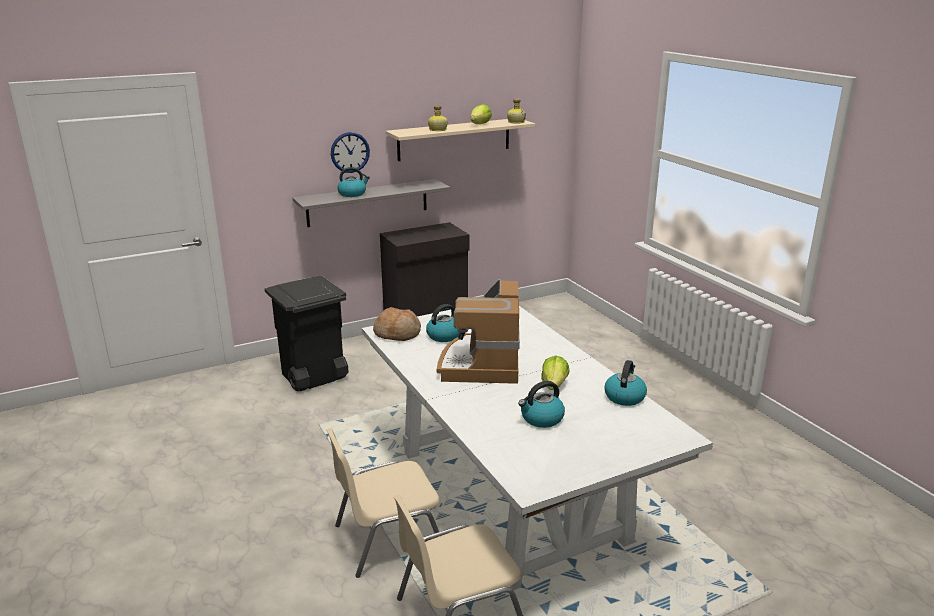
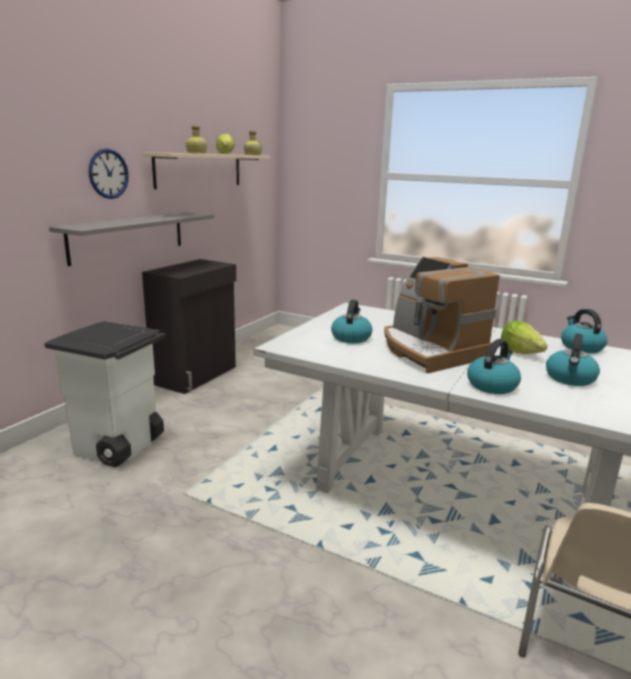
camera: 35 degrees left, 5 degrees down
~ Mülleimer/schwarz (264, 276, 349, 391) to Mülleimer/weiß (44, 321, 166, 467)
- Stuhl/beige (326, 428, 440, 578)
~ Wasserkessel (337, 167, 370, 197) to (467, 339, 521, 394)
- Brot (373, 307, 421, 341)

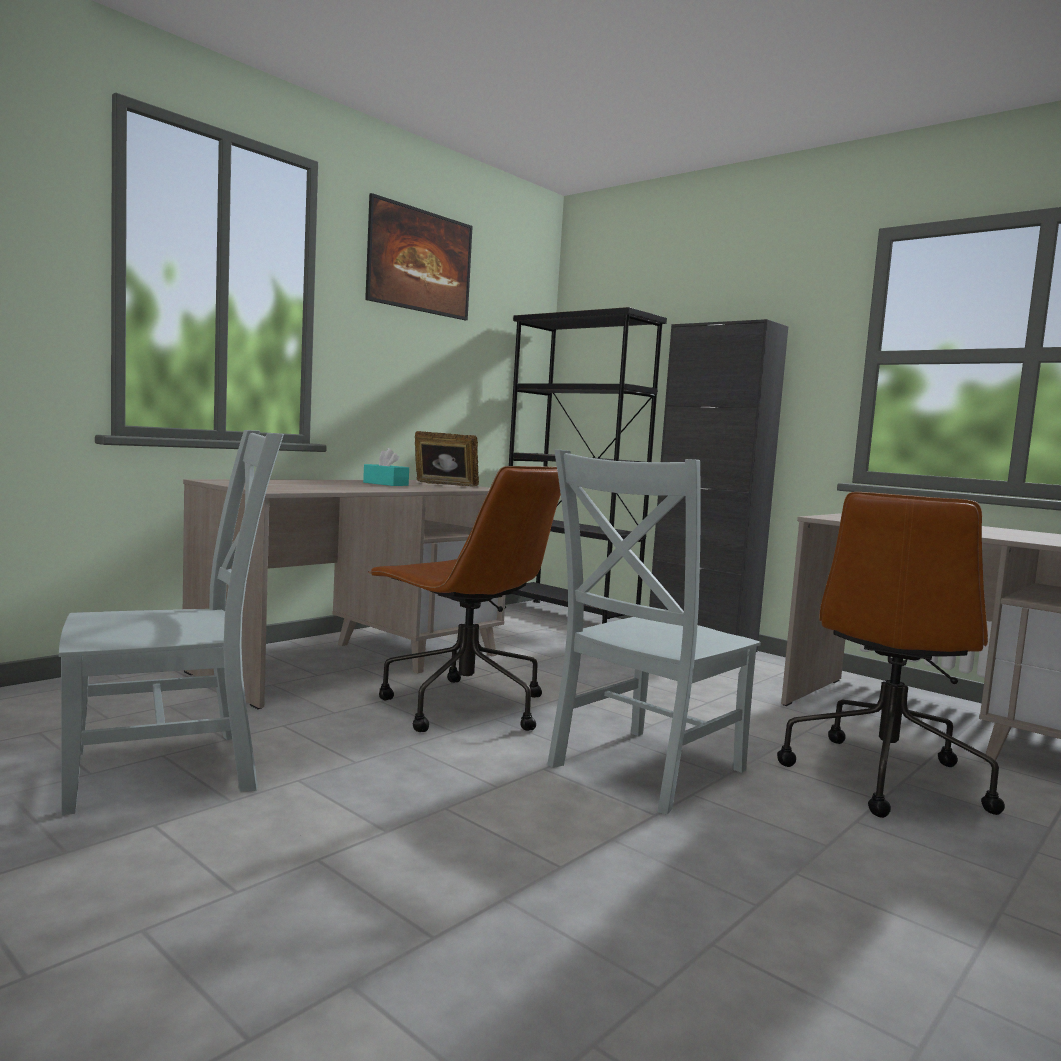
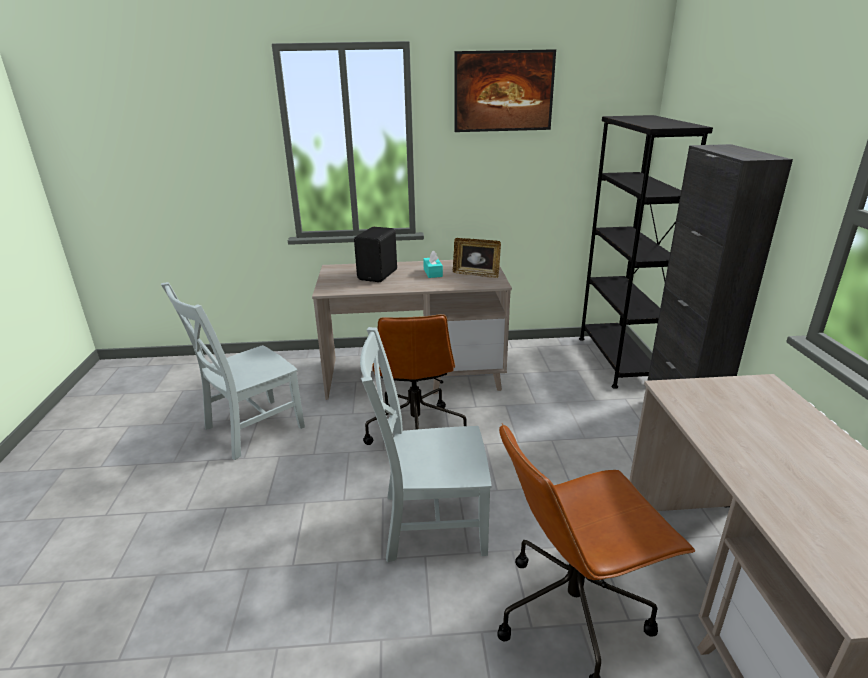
camera: 45 degrees right, 20 degrees up
~ Stuhl/grau (59, 430, 284, 815) = (161, 282, 305, 460) 120 degrees clockwise
~ Bilderrahmen (415, 431, 479, 486) = (453, 238, 501, 278) 135 degrees clockwise
+ Lautsprecher/schwarz (354, 227, 397, 282)

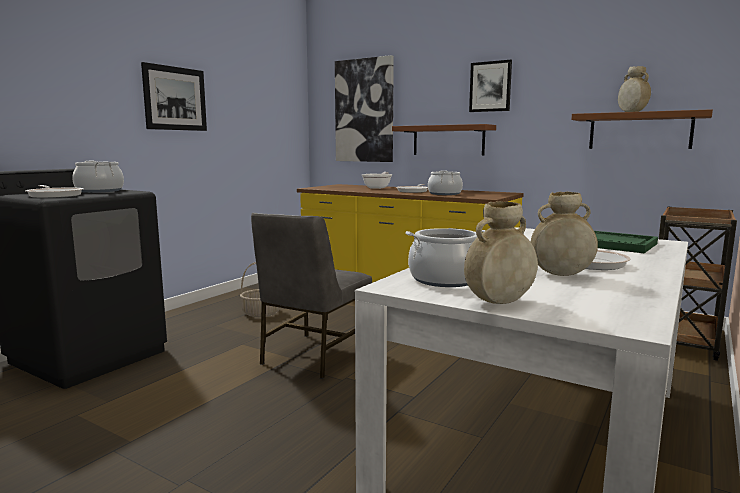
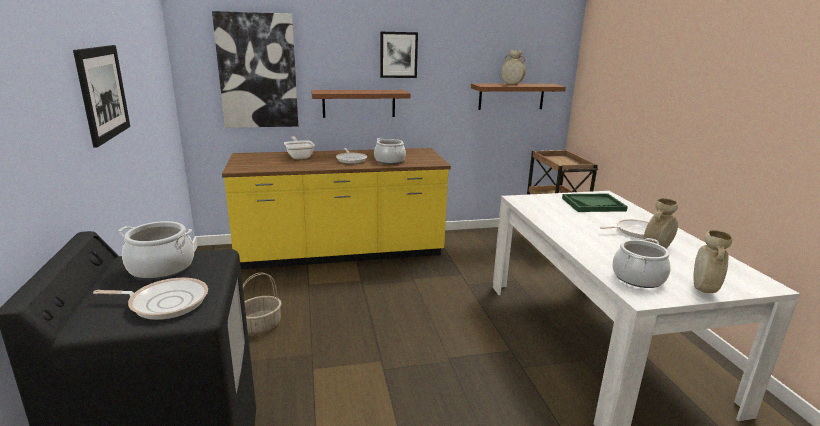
camera: 45 degrees left, 10 degrees up
- Stuhl/grau (251, 213, 372, 379)

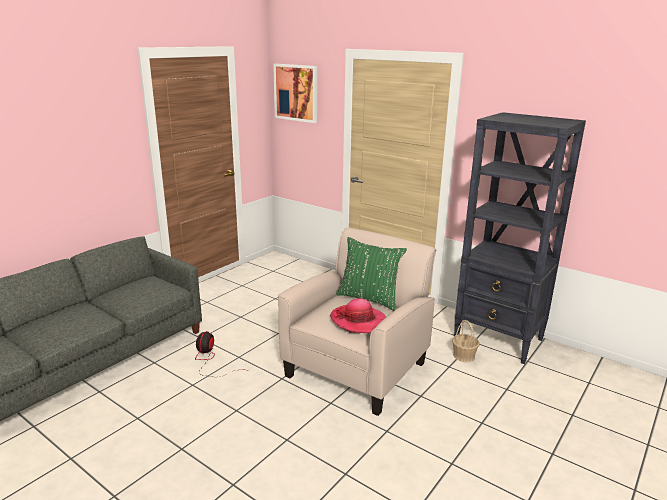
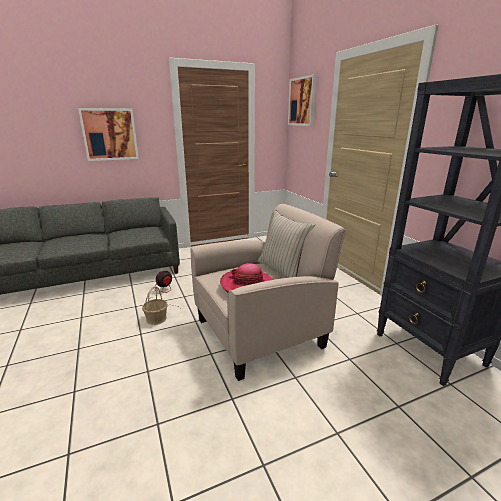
camera: 30 degrees right, 0 degrees up
~ Kissen/grün (336, 237, 407, 311) to Kissen/beige (258, 210, 315, 278)
~ Korb (452, 320, 480, 362) to (142, 286, 168, 325)
+ Bild (78, 108, 139, 161)

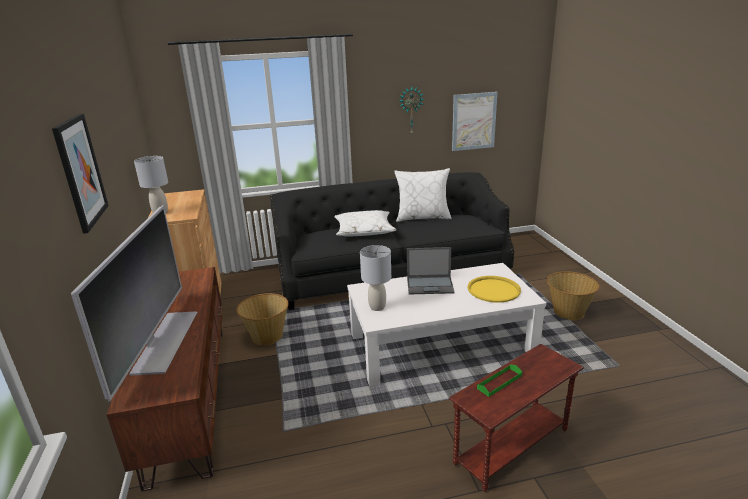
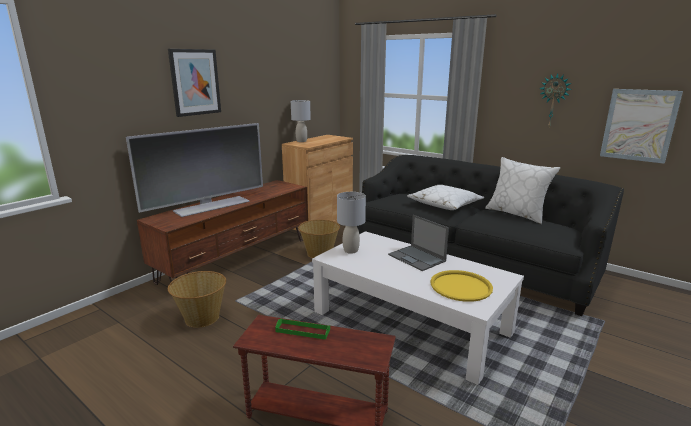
camera: 50 degrees right, 5 degrees down
~ Korb (547, 271, 599, 320) to (168, 271, 226, 328)

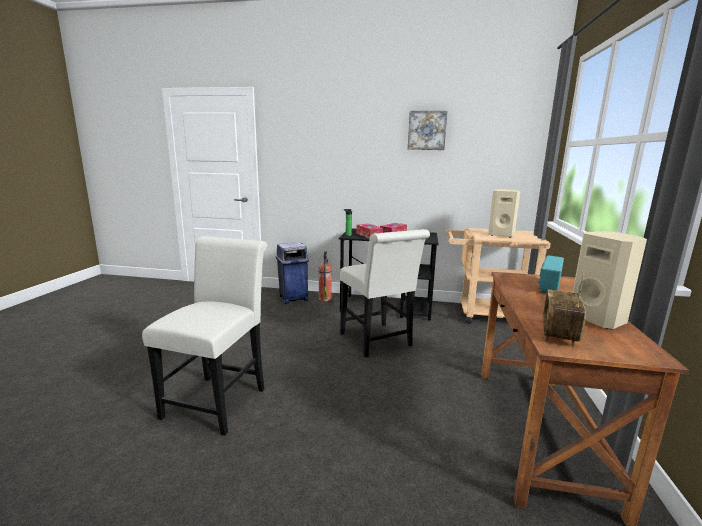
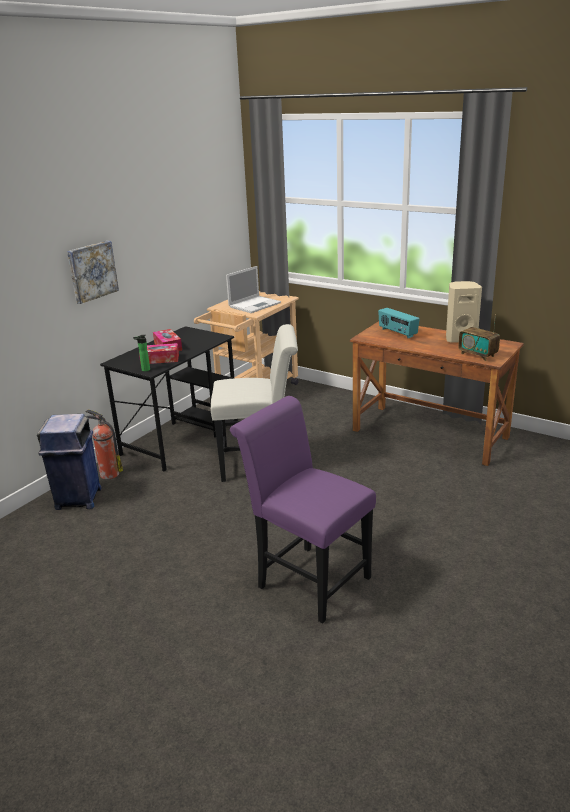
camera: 65 degrees left, 10 degrees up
~ Stuhl/weiß (142, 236, 267, 436) to Stuhl/lila (230, 396, 376, 623)
~ Bild (408, 111, 447, 150) to (67, 241, 119, 304)
~ Lautsprecher/beige (488, 189, 520, 237) to Laptop (226, 266, 281, 313)

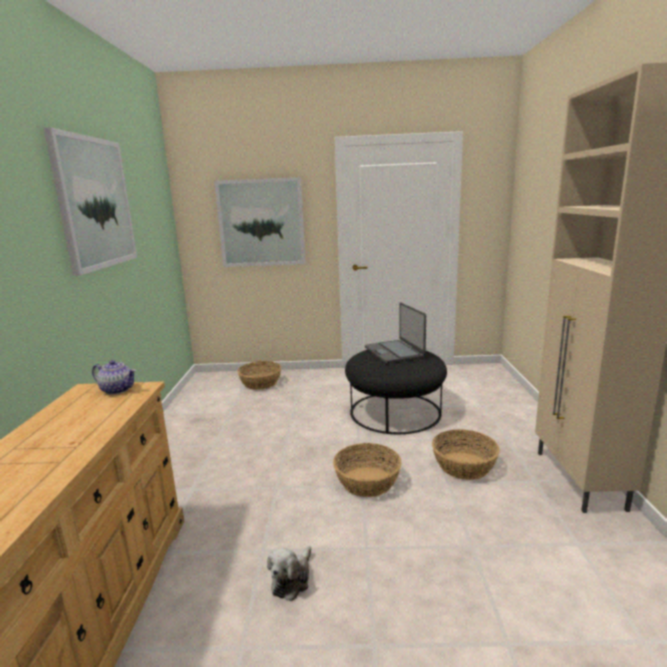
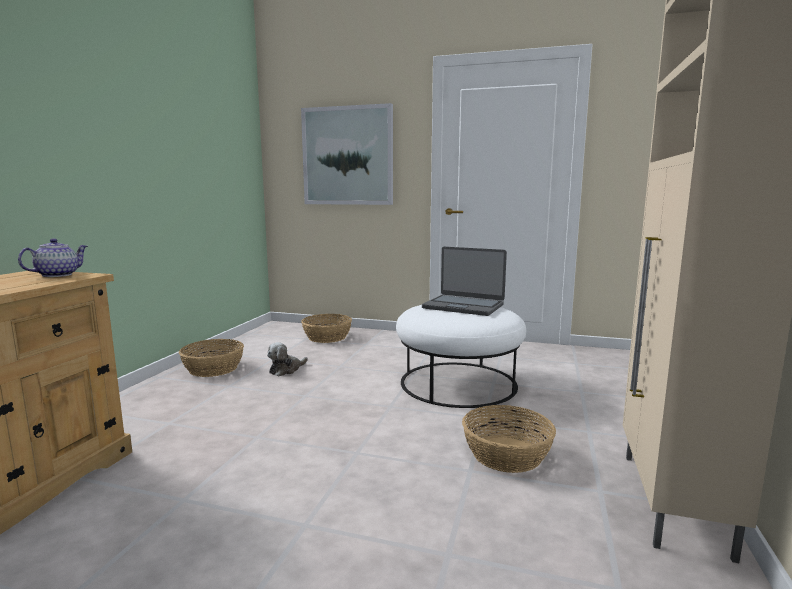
camera: 15 degrees right, 5 degrees down
- Bild (44, 127, 137, 276)
~ Teekanne (92, 360, 136, 395) = (18, 238, 88, 277) 90 degrees counterclockwise
~ Plüschtier (267, 546, 311, 601) to (267, 342, 308, 376)
~ Korb (333, 443, 402, 497) to (179, 339, 244, 377)
~ Polsterhocker/schwarz (345, 347, 447, 434) to Polsterhocker/weiß (396, 305, 526, 408)
~ Laptop (365, 303, 426, 364) = (422, 247, 507, 316) 60 degrees counterclockwise

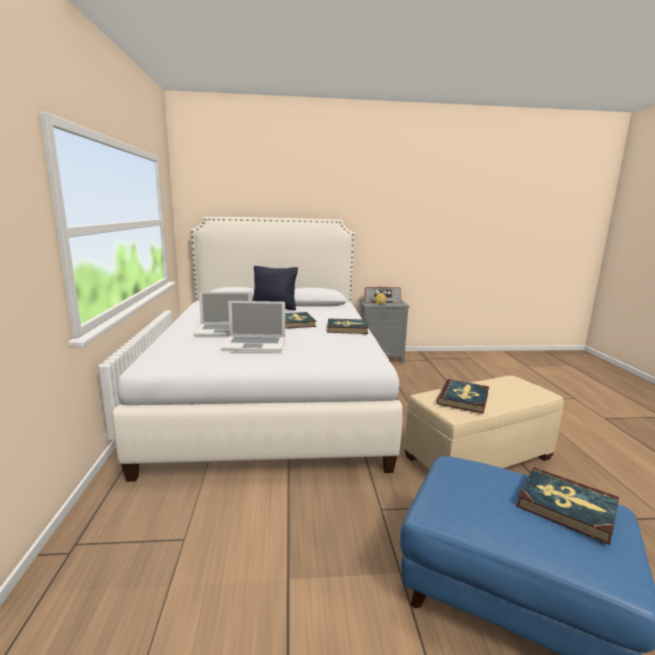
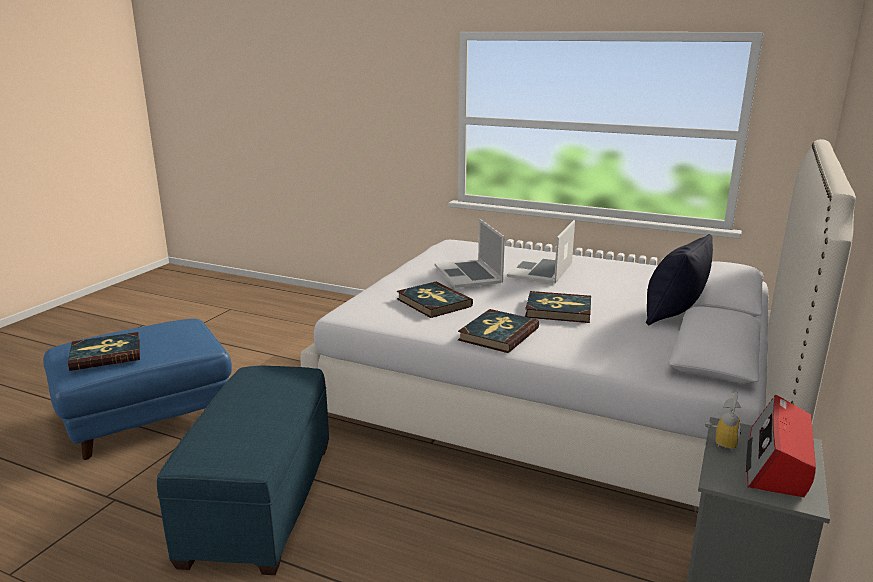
camera: 120 degrees right, 5 degrees up
~ Laptop (221, 301, 285, 352) = (435, 219, 505, 288) 45 degrees counterclockwise
~ Polsterhocker/beige (404, 375, 564, 469) to Polsterhocker/blau (157, 366, 329, 575)
~ Buch (437, 379, 489, 414) to (397, 282, 473, 318)

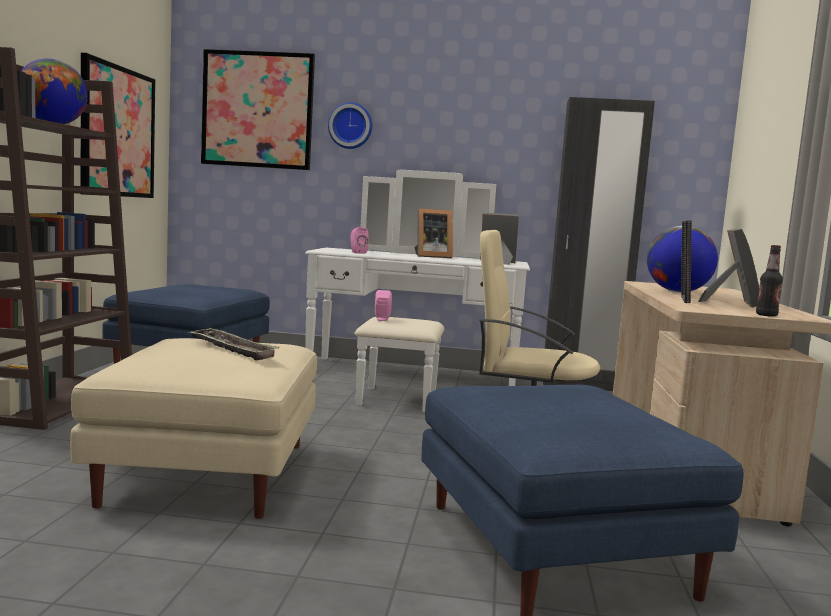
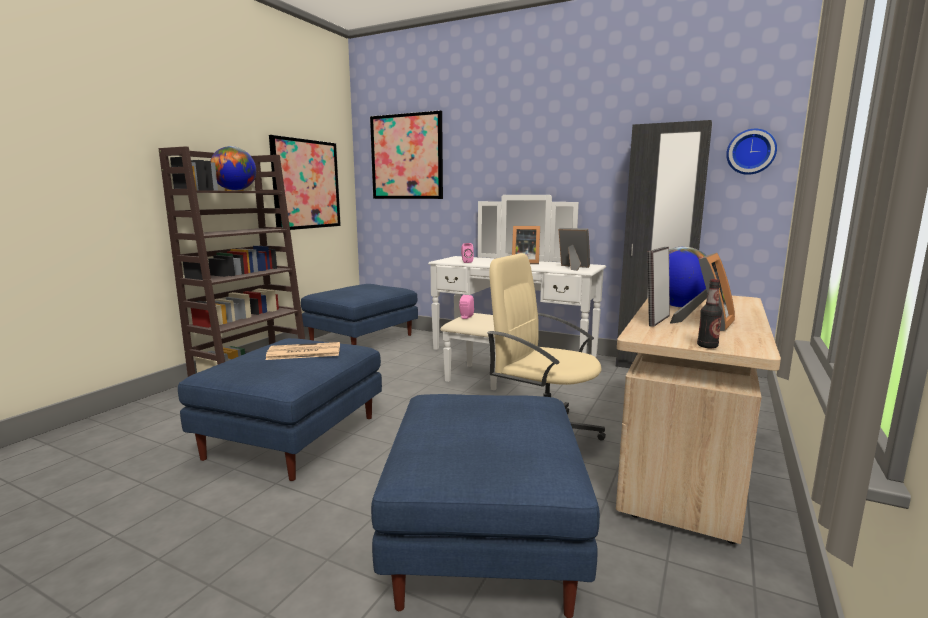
camera: 20 degrees right, 5 degrees up
~ Polsterhocker/beige (70, 338, 317, 519) to Polsterhocker/blau (178, 338, 382, 481)
~ Tablett (189, 328, 279, 360) to Zeitung (265, 342, 340, 360)
~ Wanduhr (328, 102, 372, 149) to (726, 129, 777, 175)

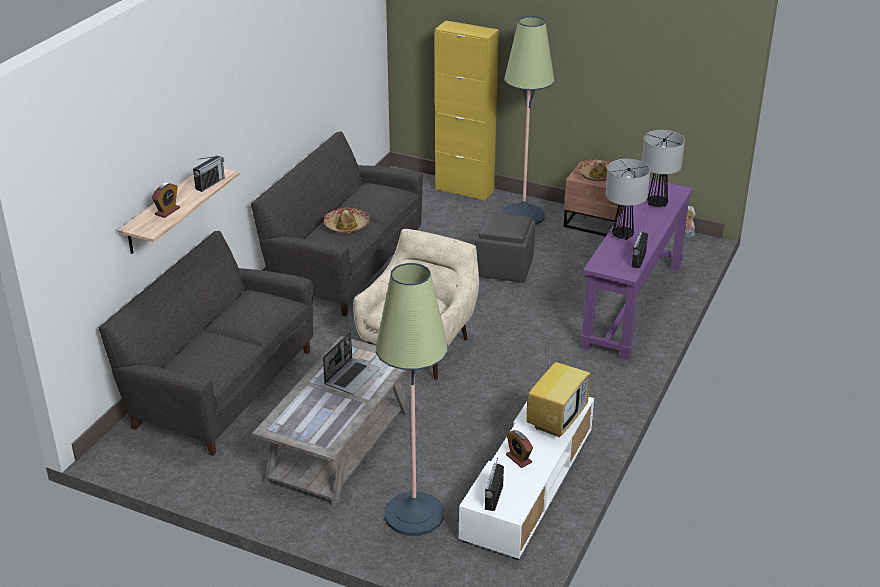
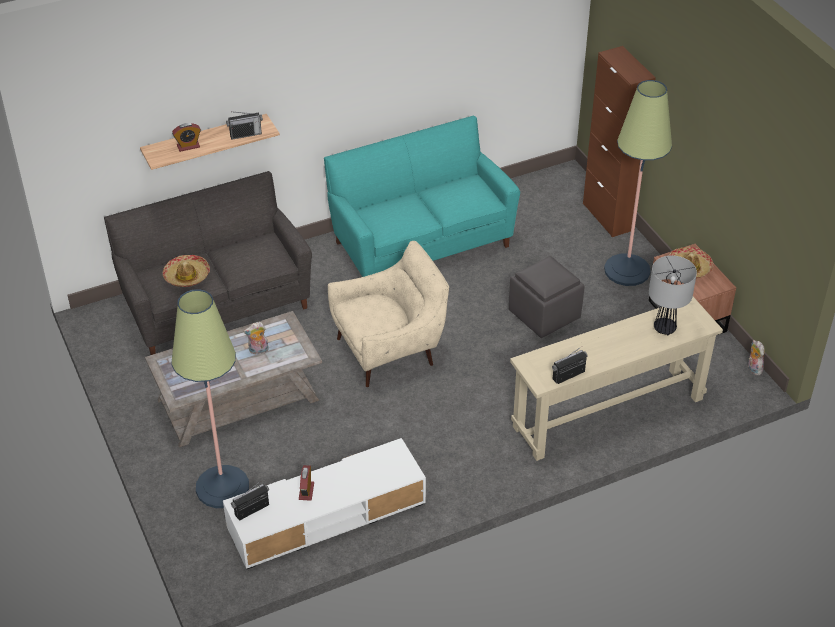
camera: 40 degrees right, 10 degrees up
~ Sofa/grau (251, 131, 423, 317) to Sofa/türkis (324, 116, 520, 277)
~ Laptop (323, 332, 380, 394) to Plüschtier (243, 322, 269, 355)
~ Hut (324, 208, 369, 234) to (163, 255, 210, 287)
~ Schrank/gelb (435, 21, 499, 201) to Schrank/braun (583, 46, 656, 237)
- Fernseher (526, 345, 590, 438)
~ Konsolentisch/lila (580, 179, 693, 360) to Konsolentisch/beige (510, 297, 723, 461)
- Tischlampe (605, 159, 650, 240)

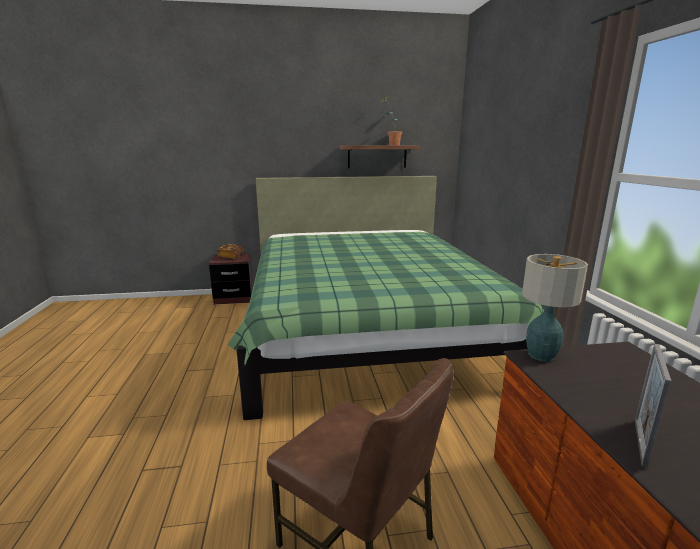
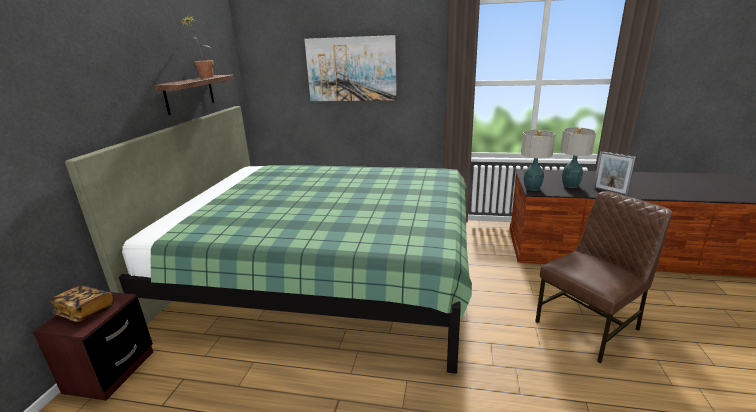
camera: 70 degrees left, 5 degrees up
+ Bild (304, 35, 397, 101)
+ Tischlampe (560, 128, 596, 188)

